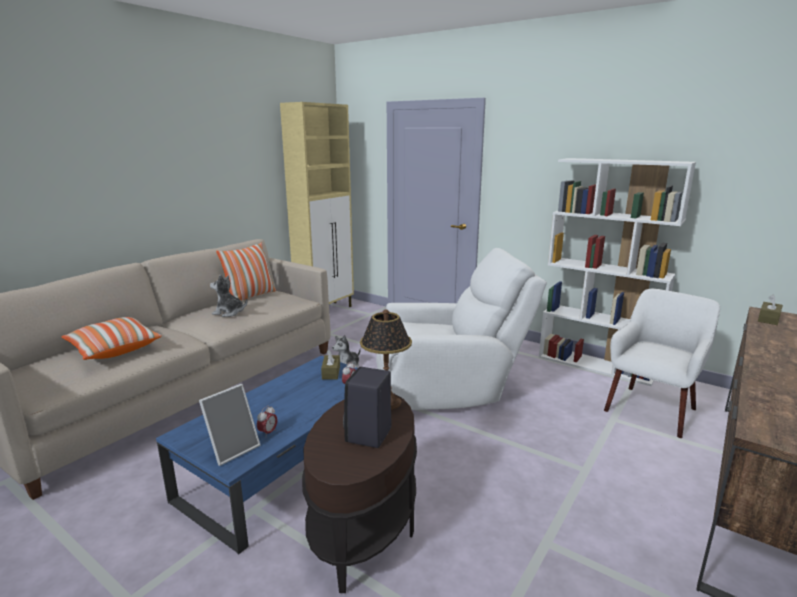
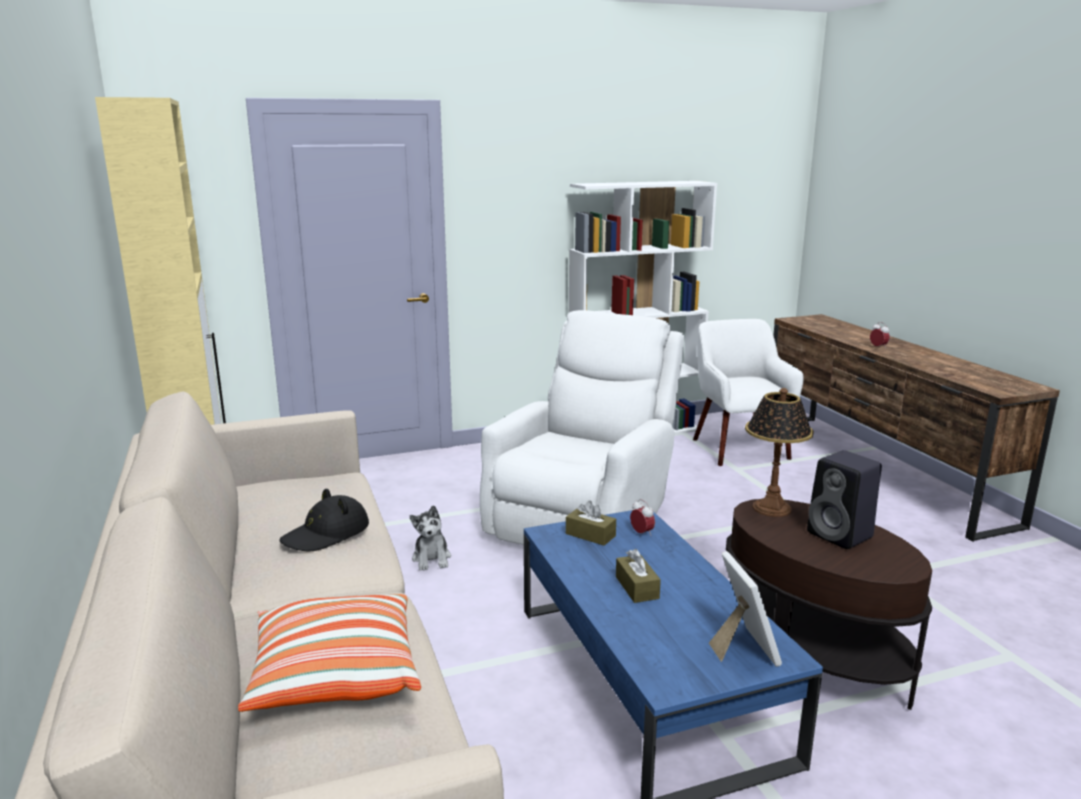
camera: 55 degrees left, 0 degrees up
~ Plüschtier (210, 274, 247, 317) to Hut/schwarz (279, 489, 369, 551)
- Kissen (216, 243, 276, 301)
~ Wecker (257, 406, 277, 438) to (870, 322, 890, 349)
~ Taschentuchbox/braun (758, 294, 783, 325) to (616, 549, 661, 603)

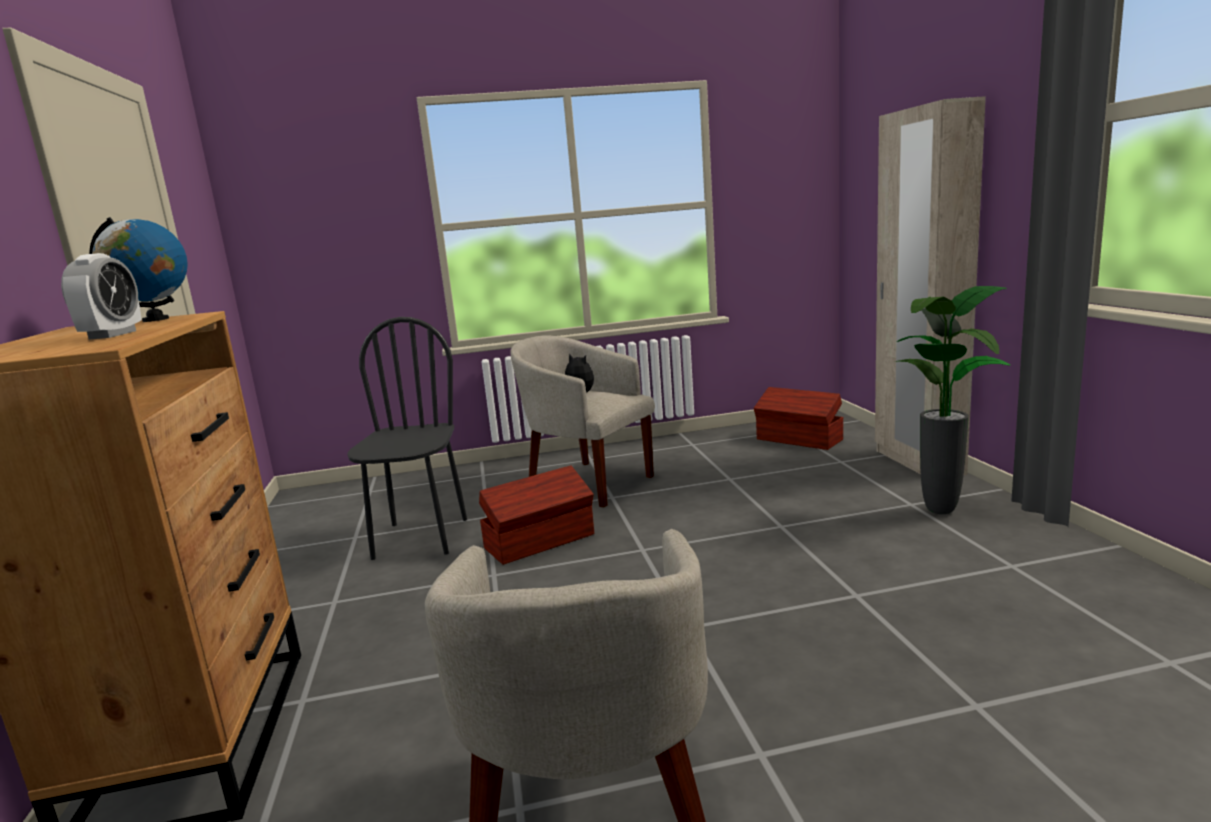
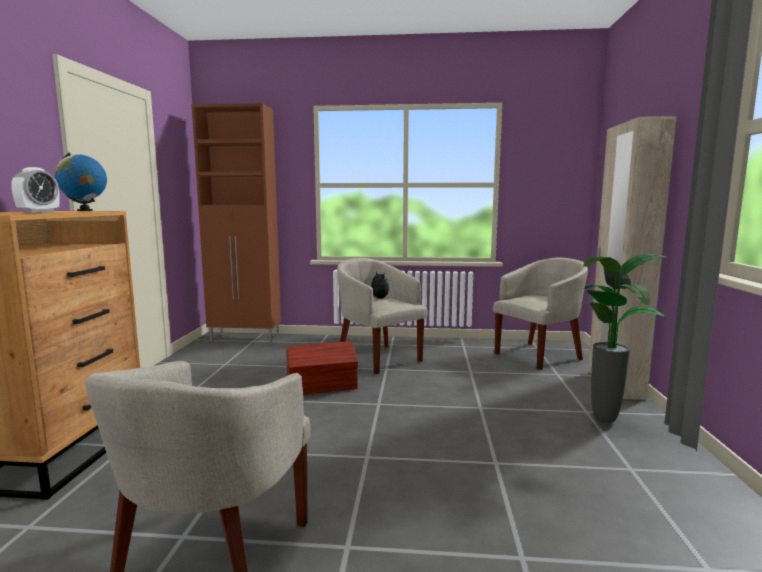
camera: 15 degrees right, 5 degrees down
- Stuhl/schwarz (347, 317, 467, 560)
~ Aufbewahrungsbox/braun (753, 387, 843, 450) to Sessel/beige (493, 258, 588, 370)
+ Schrank/braun (192, 103, 281, 343)

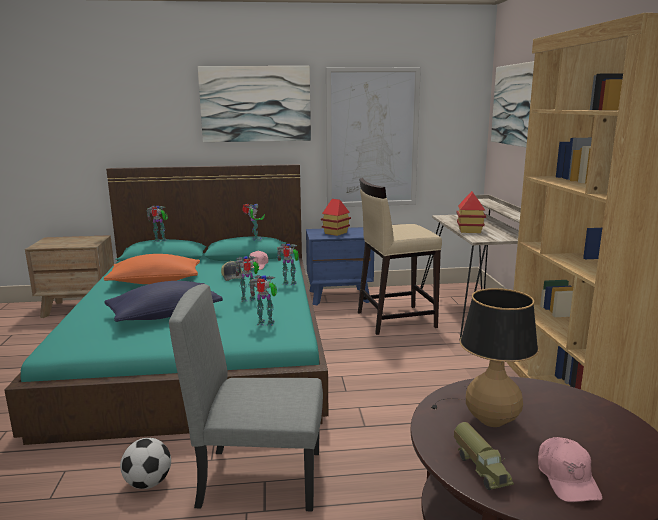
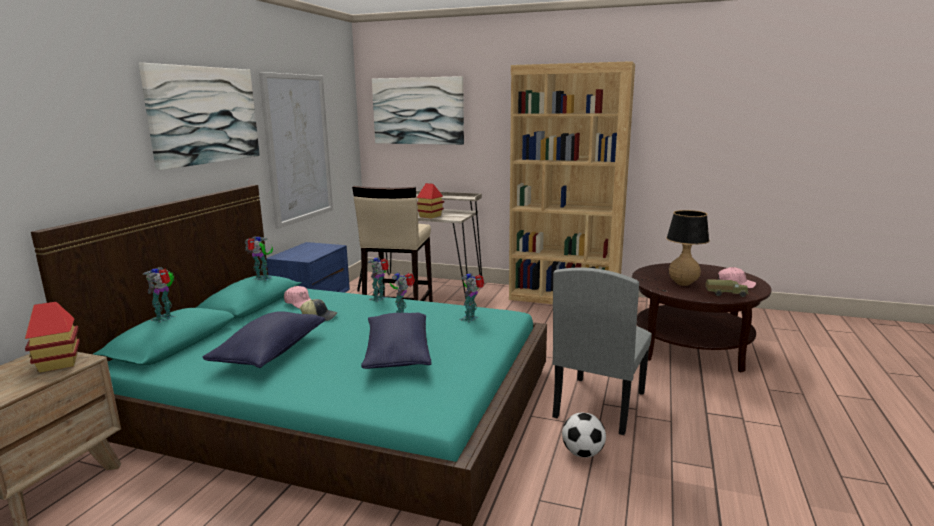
camera: 65 degrees left, 0 degrees up
~ Kissen/orange (104, 254, 200, 284) to Kissen/blau (202, 311, 325, 368)
~ Spielzeughaus (321, 199, 351, 236) to (25, 302, 80, 373)

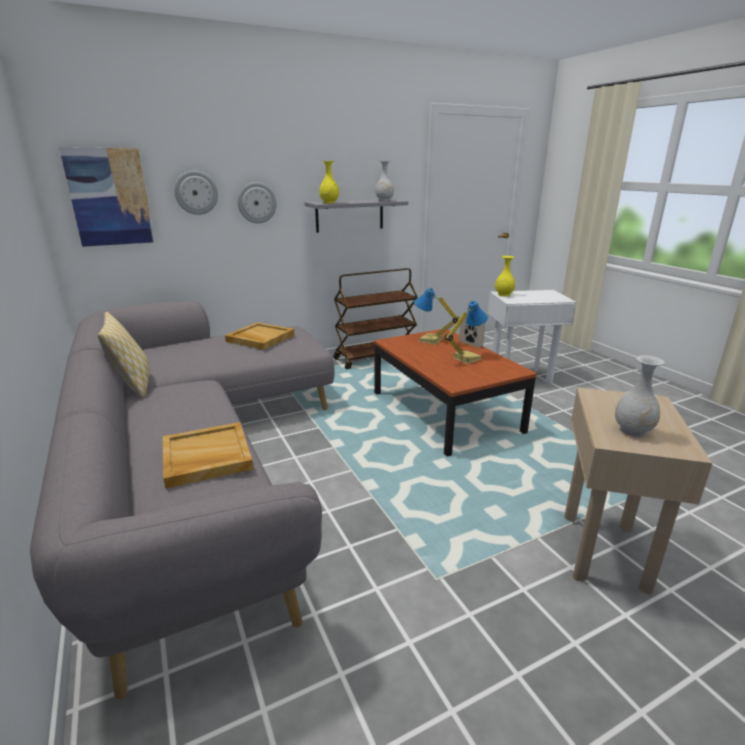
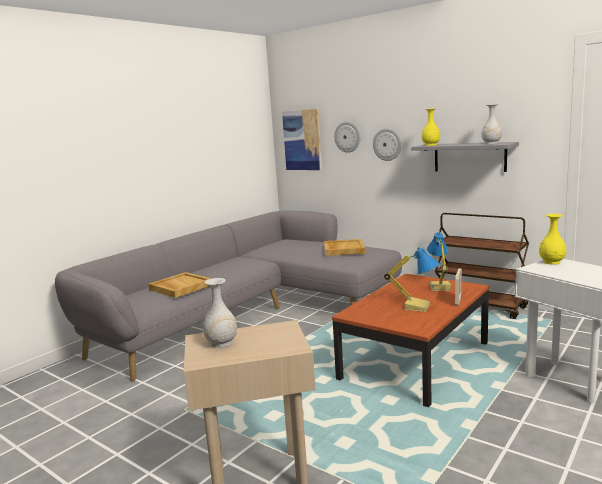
camera: 65 degrees right, 10 degrees down
- Kissen (98, 312, 150, 398)

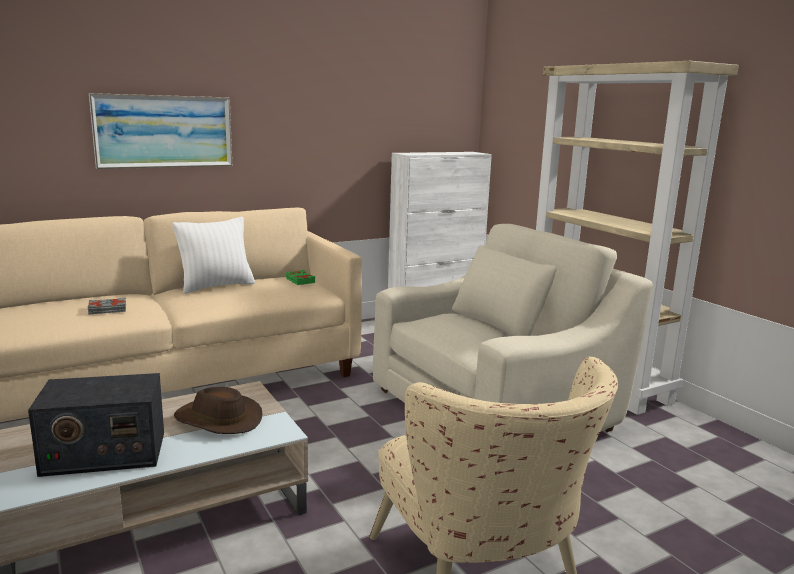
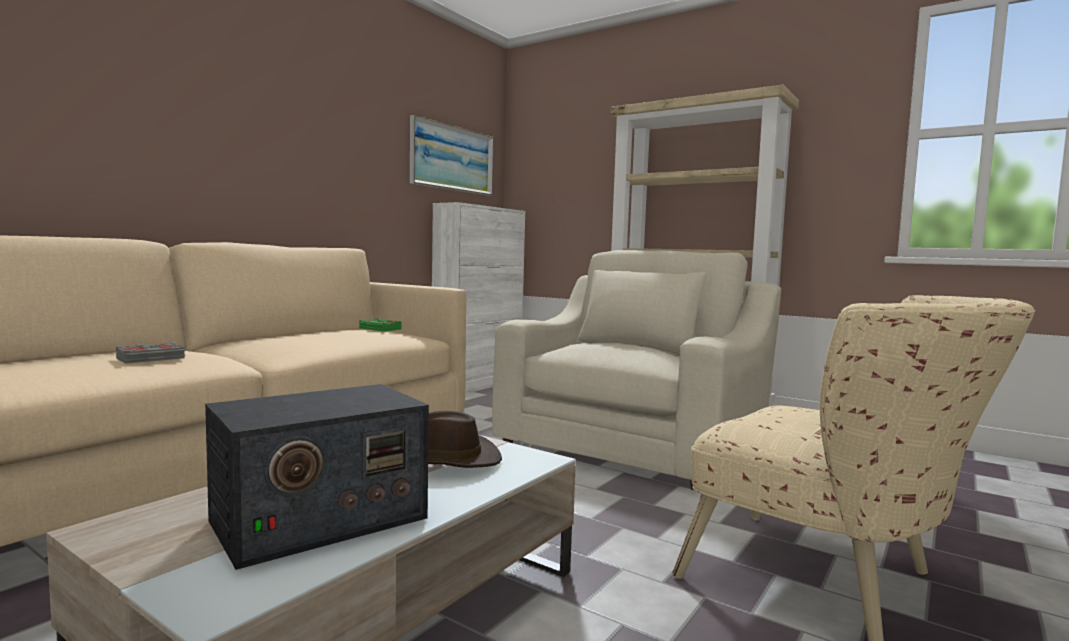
camera: 25 degrees left, 10 degrees down
~ Bild (89, 93, 232, 169) to (410, 115, 494, 196)
- Kissen/weiß (172, 217, 255, 294)

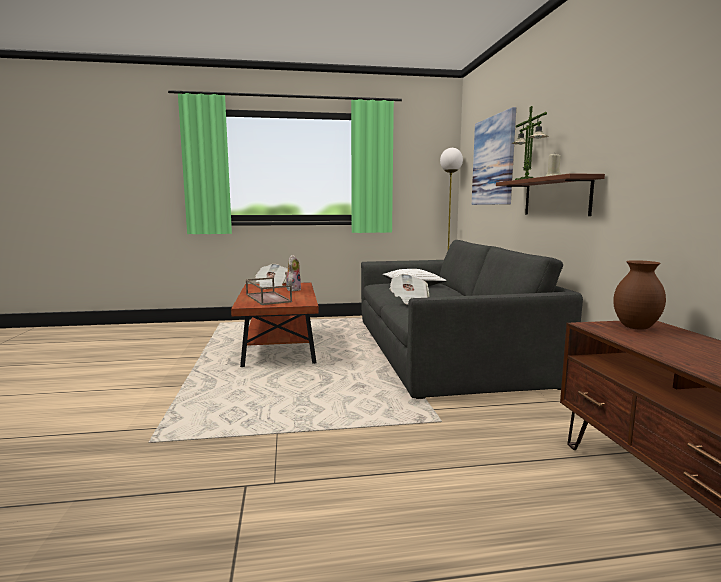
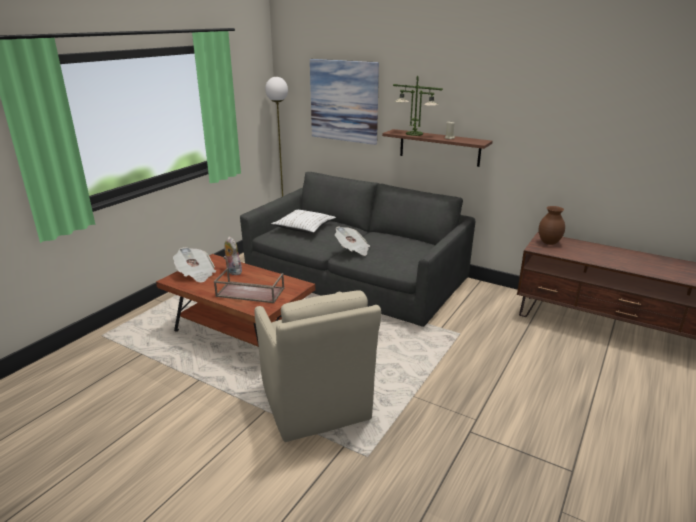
camera: 50 degrees left, 15 degrees up
+ Sessel/beige (254, 290, 381, 442)

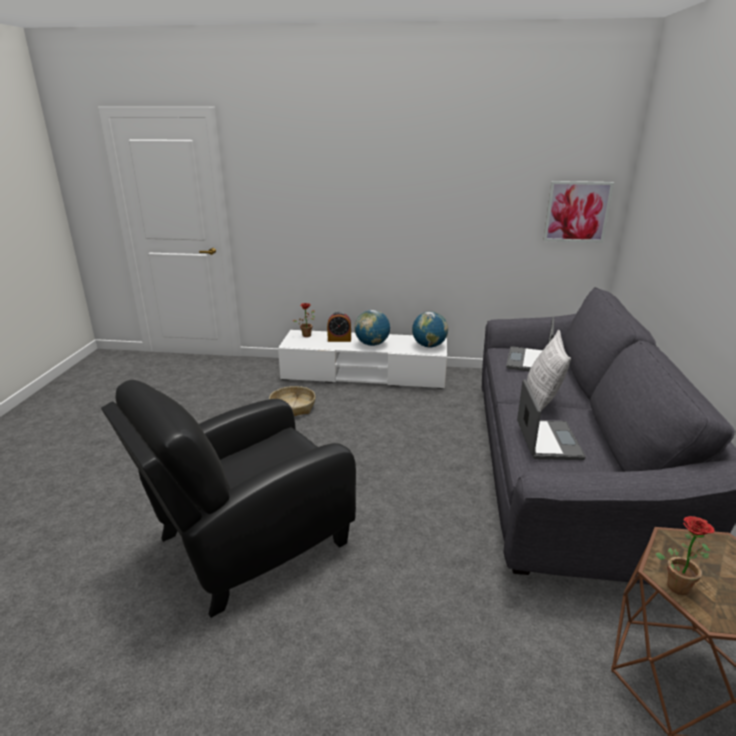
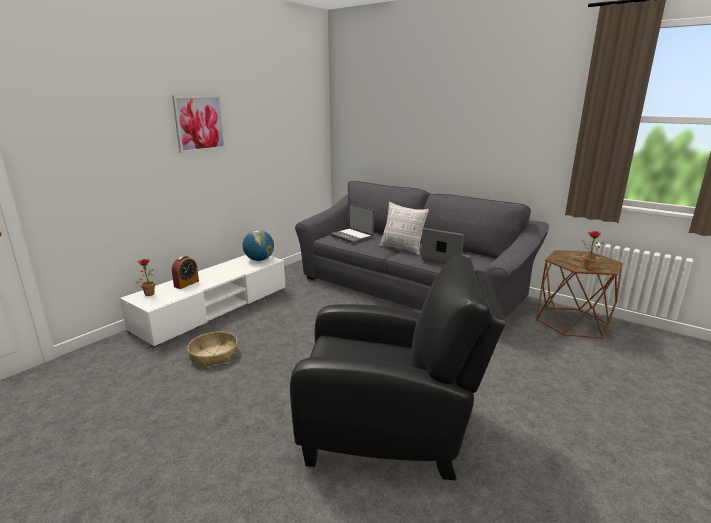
camera: 60 degrees left, 5 degrees down
~ Sessel/schwarz (101, 380, 356, 618) = (290, 255, 506, 480) 75 degrees counterclockwise
- Globus (354, 310, 390, 346)
~ Bild (543, 181, 614, 243) to (172, 95, 226, 153)

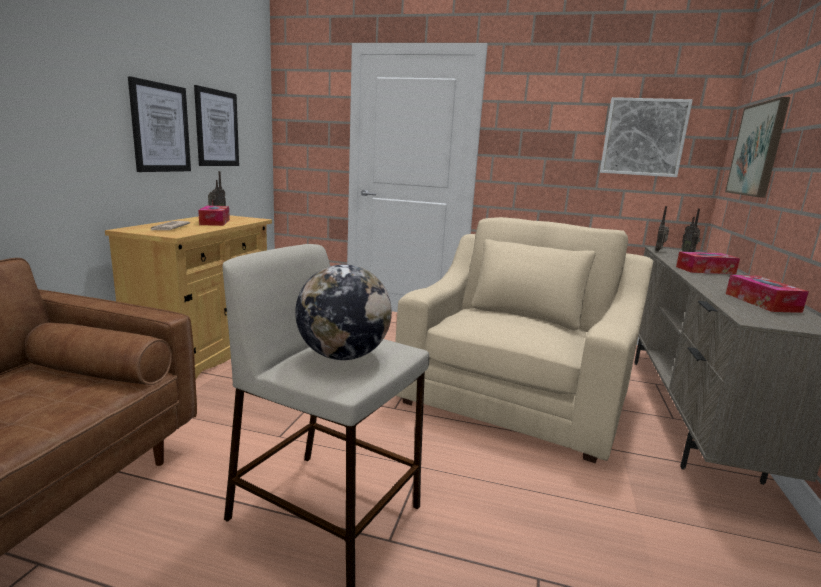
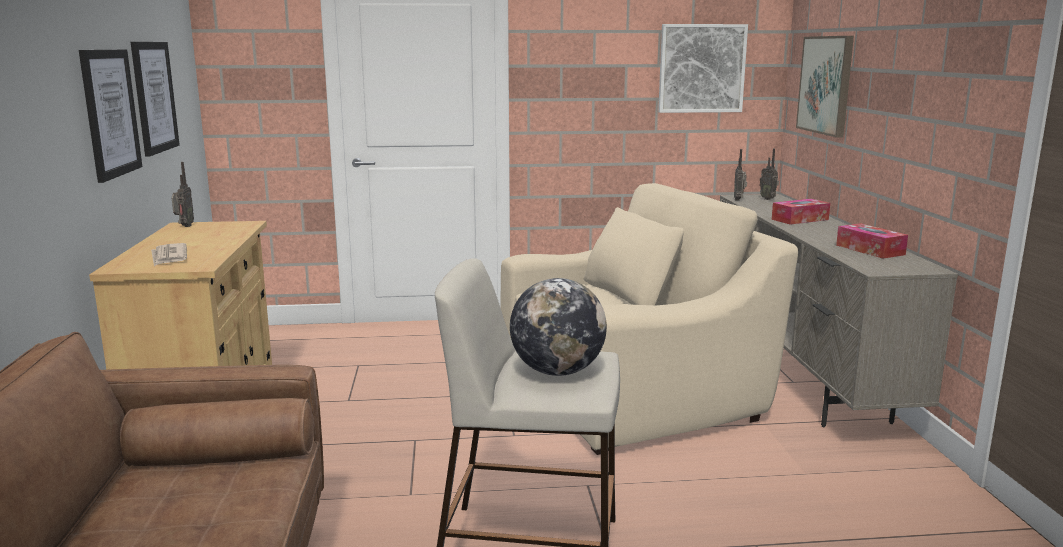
camera: 20 degrees left, 0 degrees up
- Taschentuchbox (198, 206, 230, 226)
~ Sessel/beige (395, 217, 653, 463) = (500, 183, 798, 455) 60 degrees clockwise

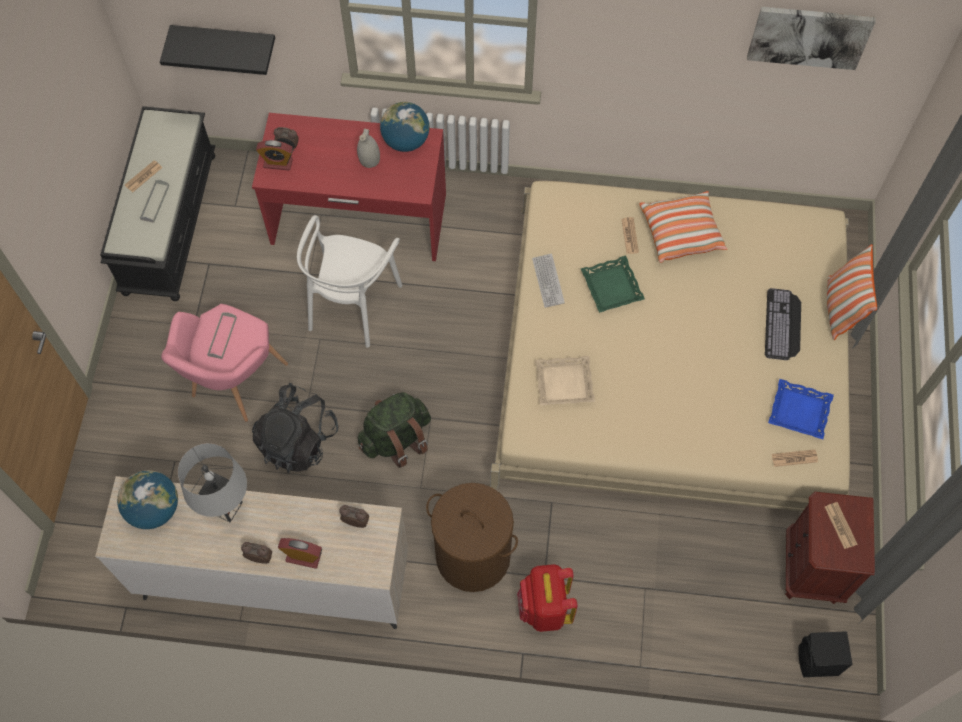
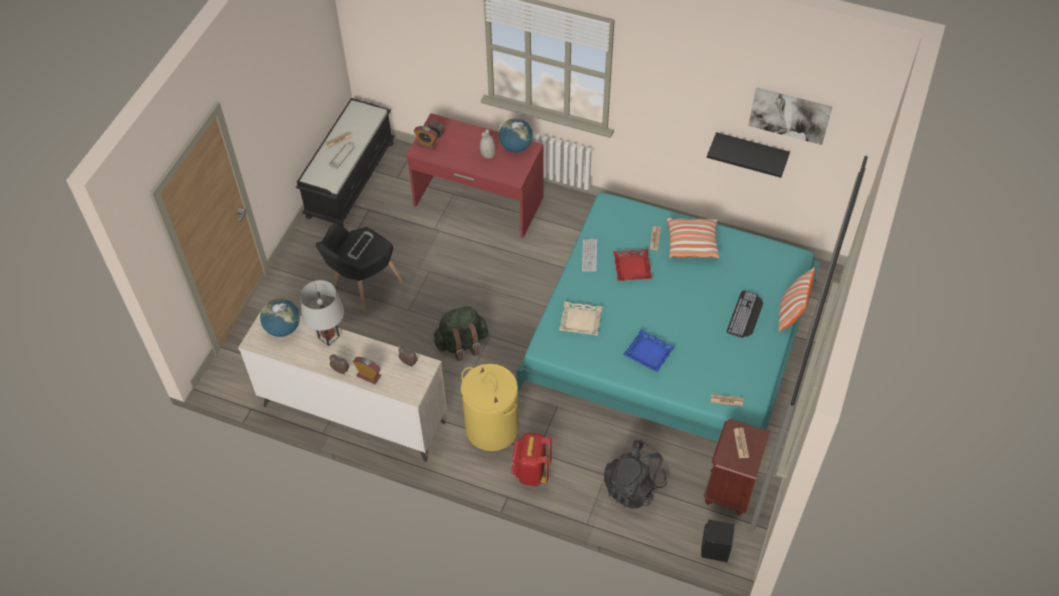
camera: 15 degrees right, 10 degrees down
~ Wandregal/schwarz (160, 25, 275, 75) to (707, 132, 790, 178)
~ Sessel/rosa (161, 304, 288, 422) to Sessel/schwarz (316, 223, 403, 312)
~ Rucksack/schwarz (252, 383, 338, 473) to (604, 439, 667, 509)
- Stuhl/weiß (297, 215, 402, 348)
~ Wäschekorb/braun (426, 483, 518, 592) to Wäschekorb/gelb (461, 364, 519, 451)
~ Bett/beige (489, 181, 850, 512) to Bett/türkis (516, 193, 820, 442)
~ Tablett/grün (581, 255, 645, 313) to Tablett/rot (613, 249, 652, 281)
~ Tablett/blau (768, 379, 834, 439) to (623, 329, 675, 372)

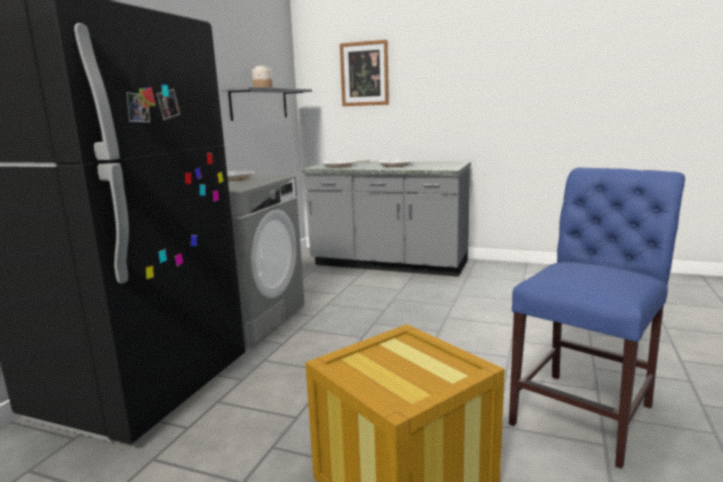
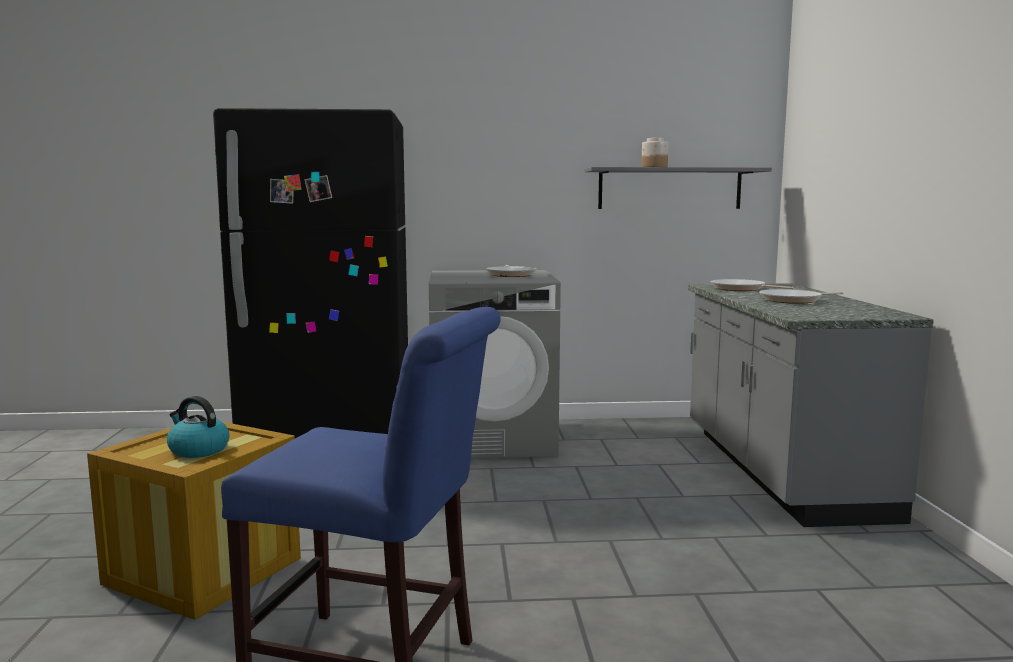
camera: 65 degrees right, 5 degrees down
- Bild (340, 40, 389, 106)
+ Wasserkessel (167, 396, 230, 458)

